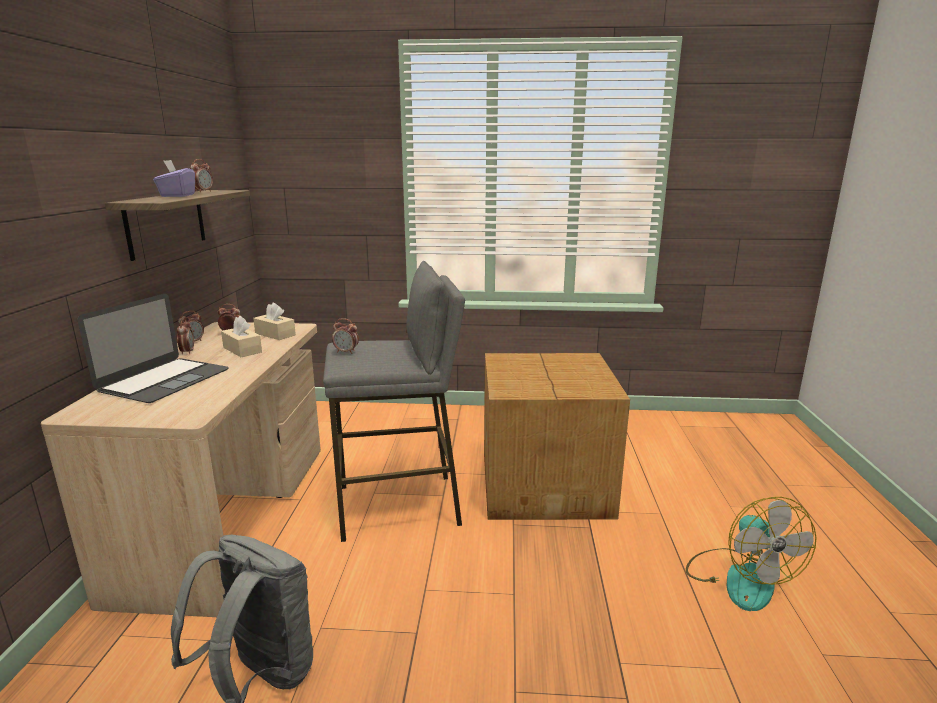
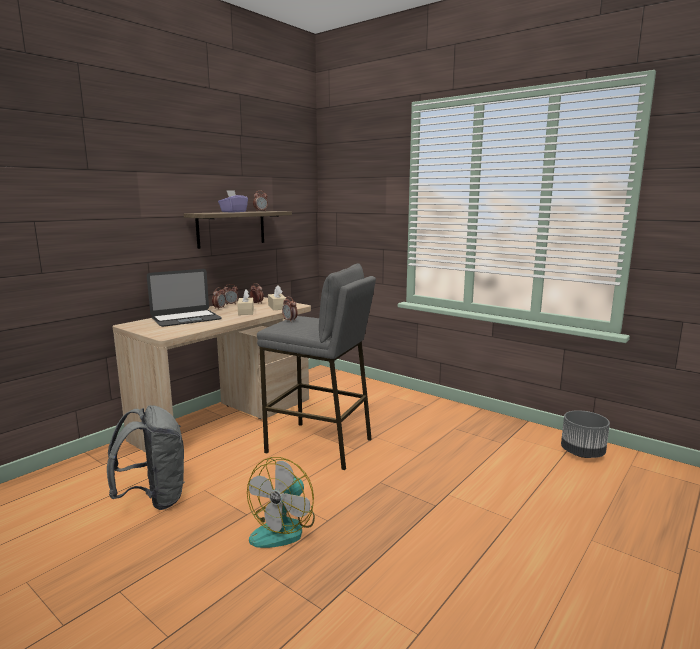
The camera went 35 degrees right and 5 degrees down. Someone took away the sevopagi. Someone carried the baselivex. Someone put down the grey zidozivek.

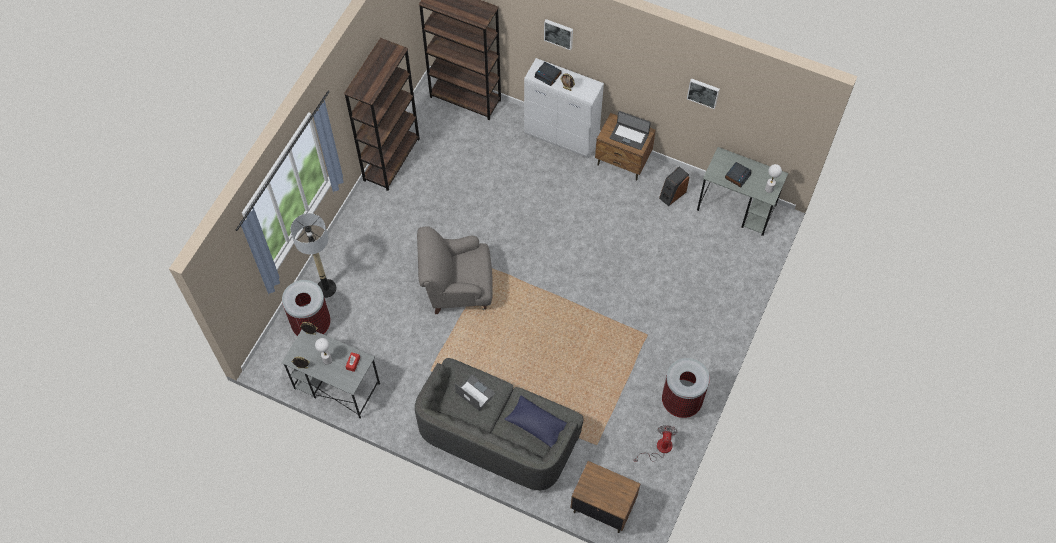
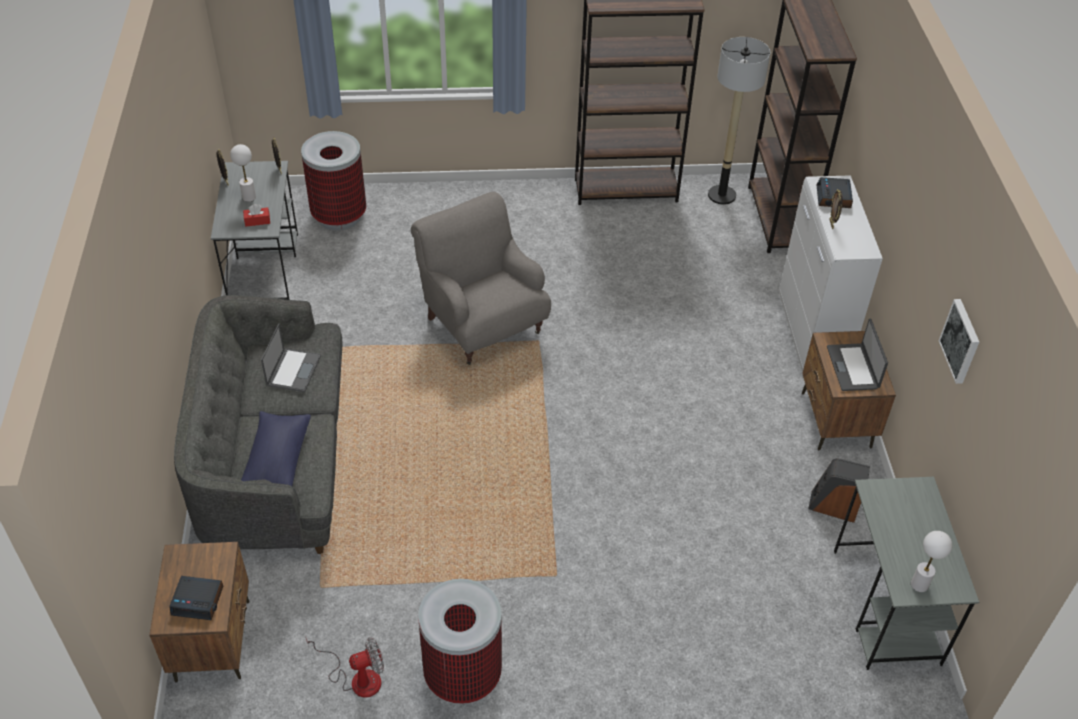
The camera went 60 degrees right and 15 degrees down. Someone took away the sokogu (no. 1 from left). Someone carried the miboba (no. 2 from left in the first image). Someone carried the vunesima.

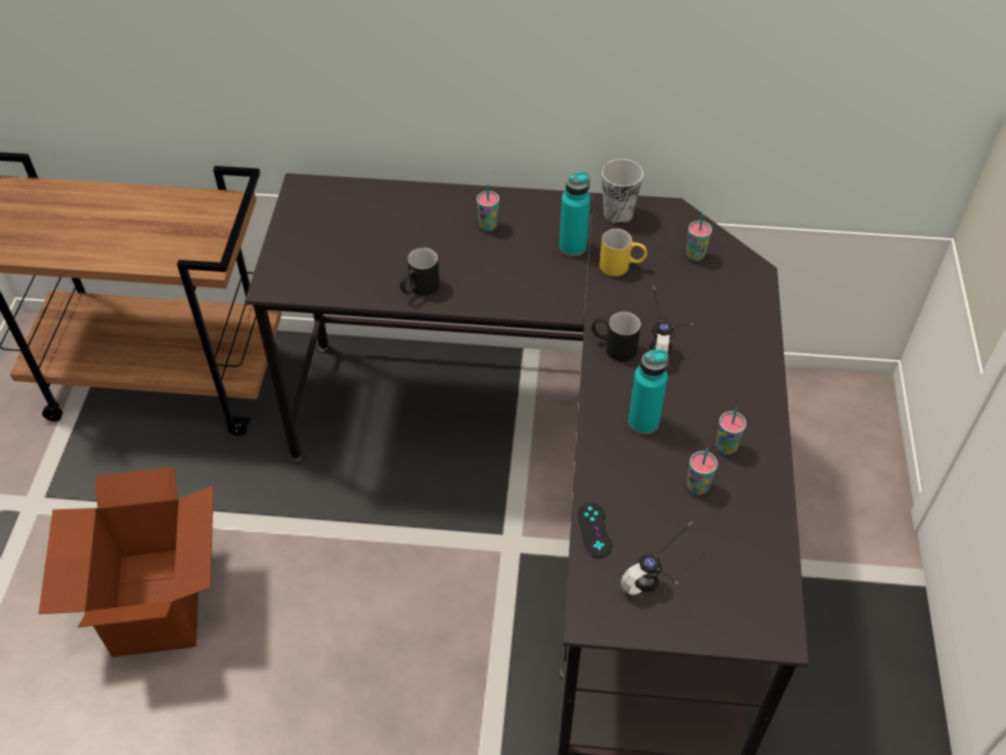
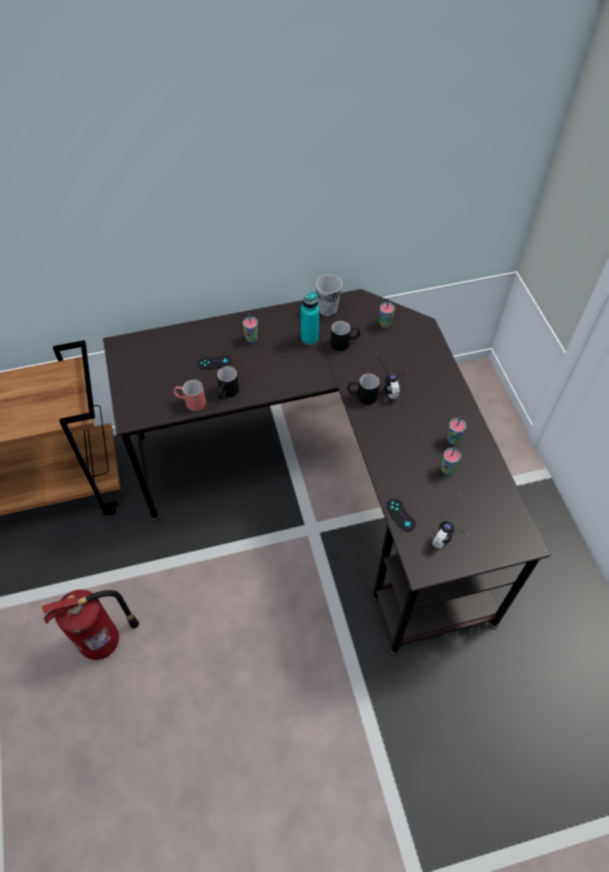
The camera went 20 degrees left and 5 degrees up. Someone repainted the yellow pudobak, which became the black pudobak (no. 2 from left). Someone took away the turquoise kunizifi (no. 2 from left). Someone swapped the sevopagi for the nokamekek. Someone put down the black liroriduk (no. 1 from left). Someone put down the red pudobak.

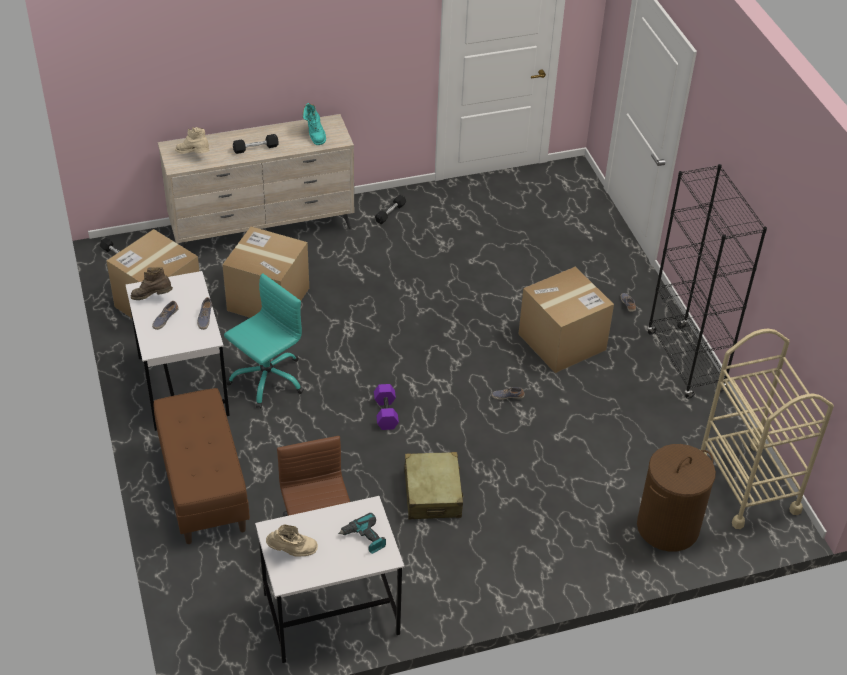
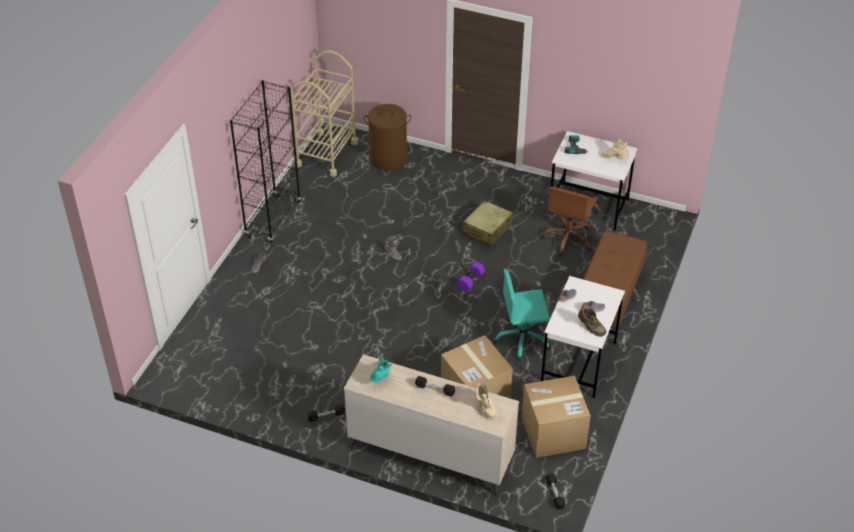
The camera went 140 degrees left and 0 degrees up. Someone took away the sevopagi (no. 3 from left).

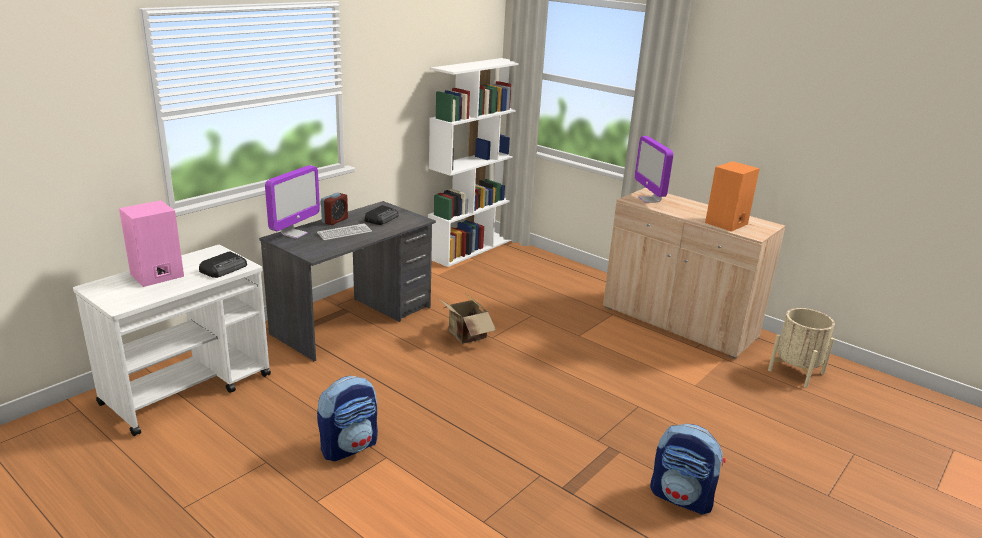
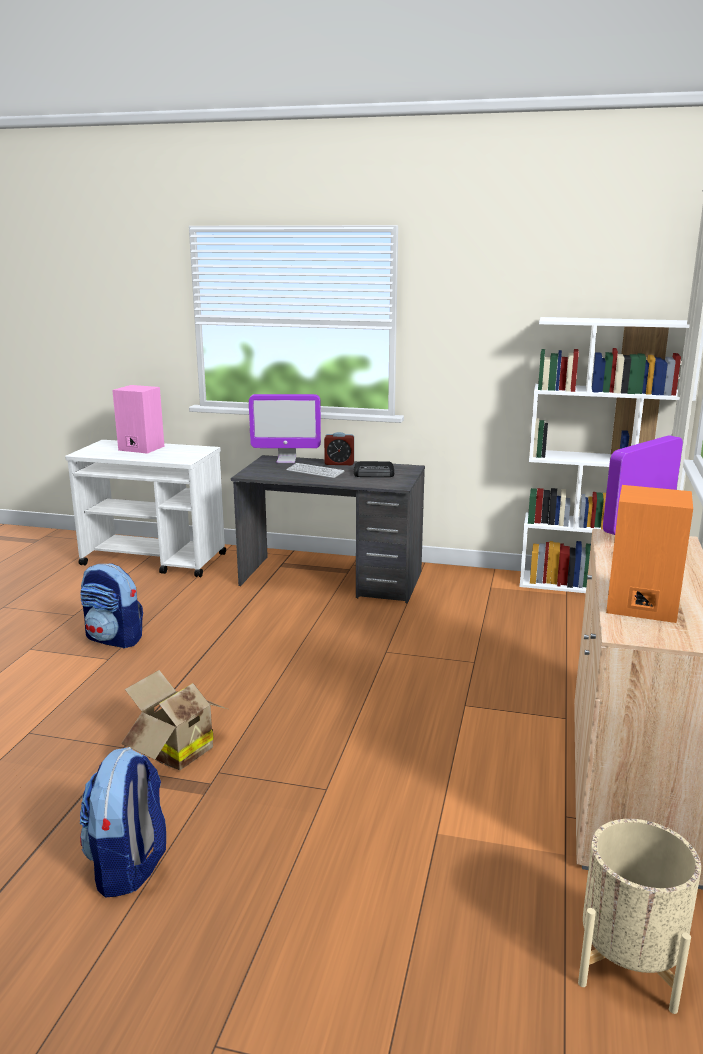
The camera went 65 degrees right and 5 degrees down. Someone took away the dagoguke (no. 1 from left). Someone carried the sevopagi.

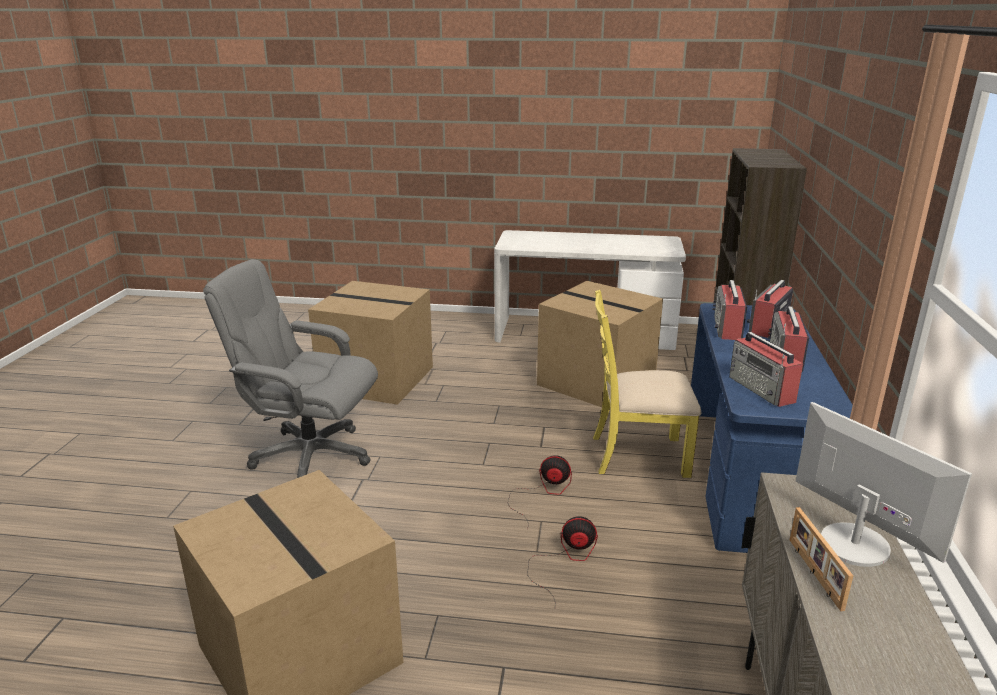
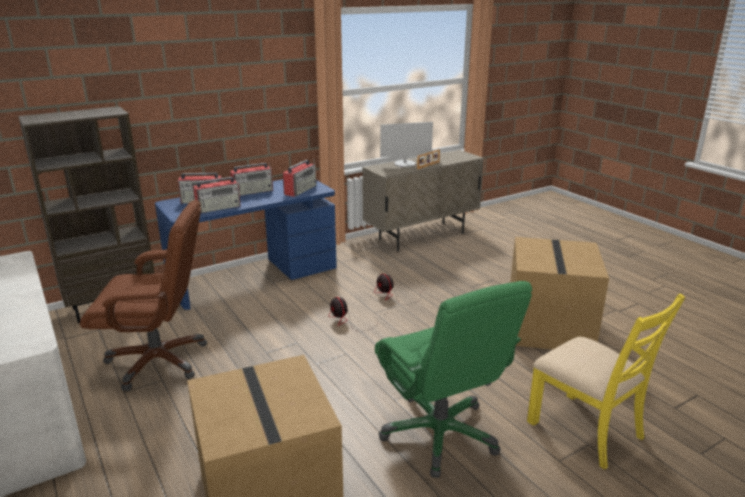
The camera went 130 degrees left and 0 degrees up. Someone repainted the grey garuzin, which became the green garuzin. Someone swapped the sevopagi (no. 3 from left) for the brown garuzin. Someone carried the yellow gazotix. Someone rotated the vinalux by 120 degrees counterclockwise.

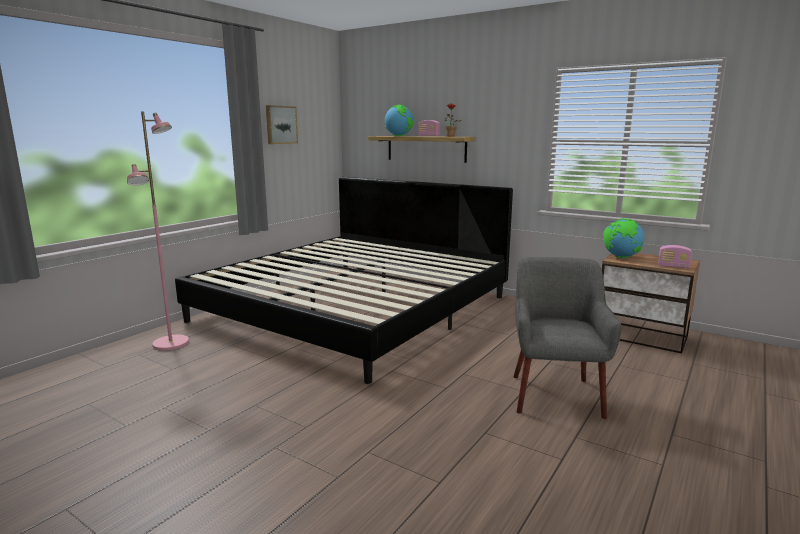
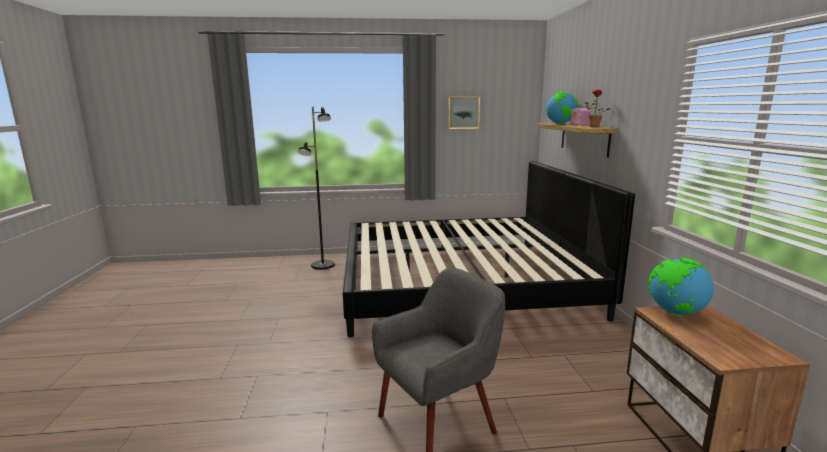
The camera went 50 degrees right and 0 degrees up. Someone repainted the pink vunesima, which became the black vunesima. Someone took away the dagoguke (no. 2 from left).

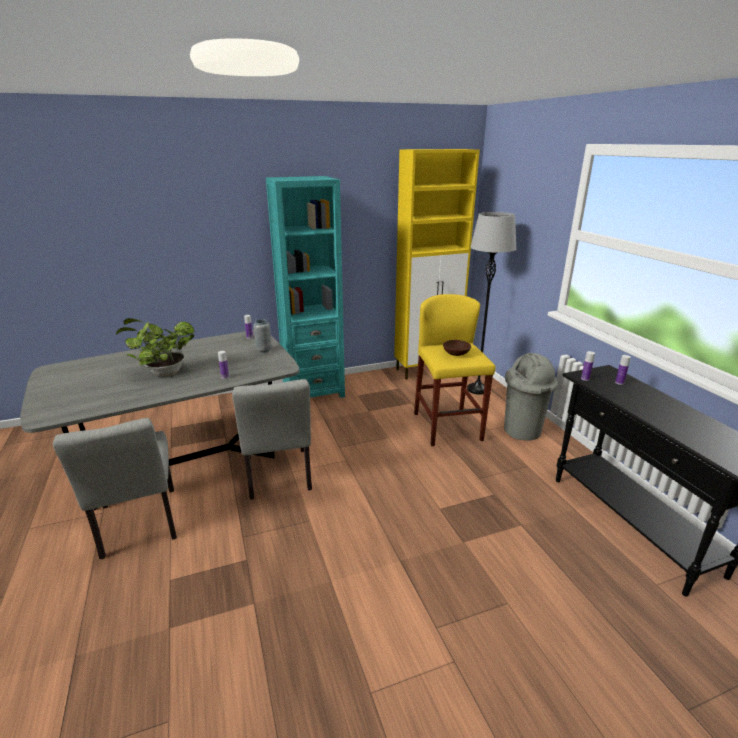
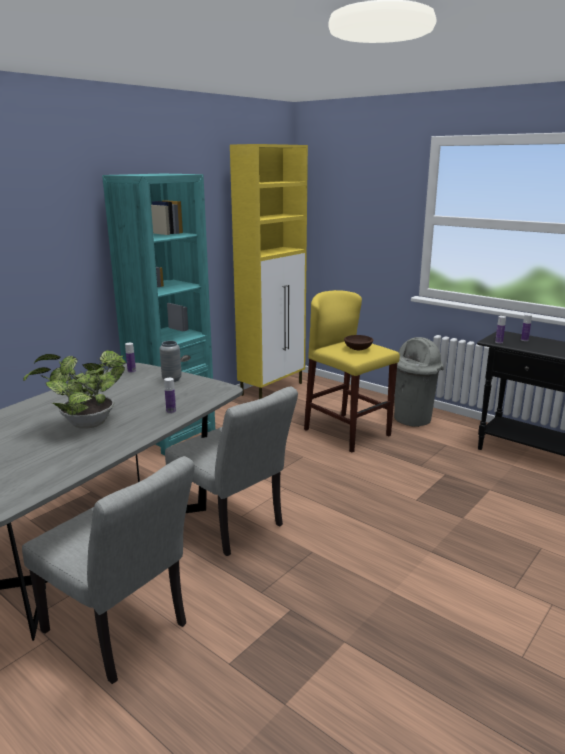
The camera went 30 degrees left and 5 degrees down. Someone took away the grey vunesima.

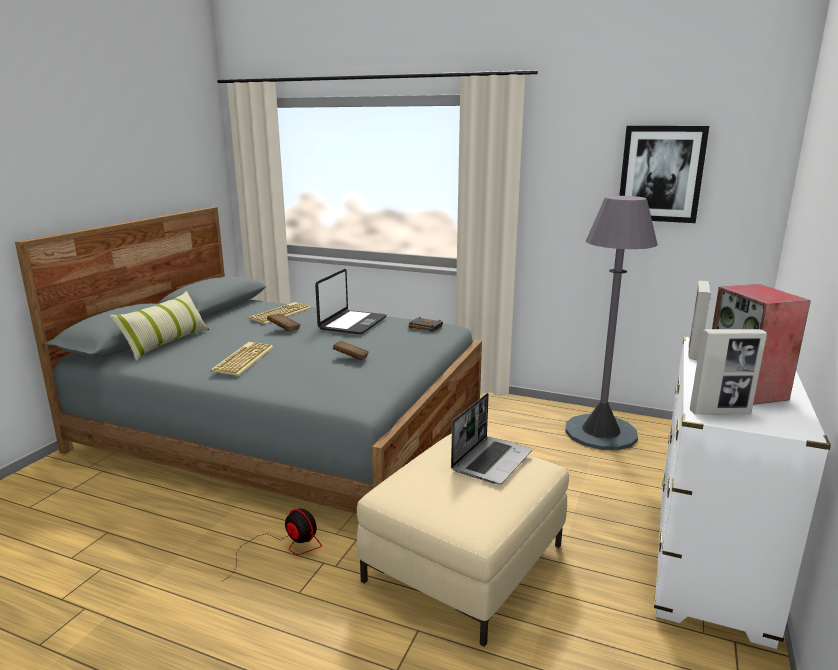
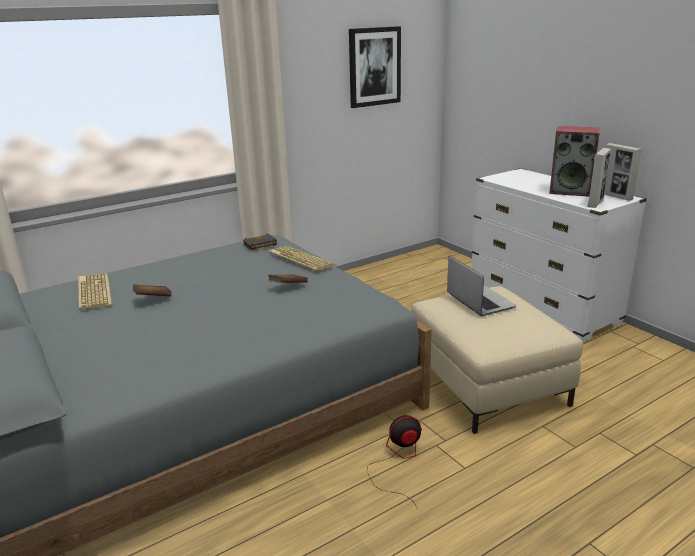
The camera went 55 degrees left and 5 degrees up. Someone took away the grey vunesima. Someone took away the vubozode (no. 1 from left). Someone carried the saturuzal (no. 1 from left in the first image). Someone took away the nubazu. Someone carried the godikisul (no. 1 from left in the first image).

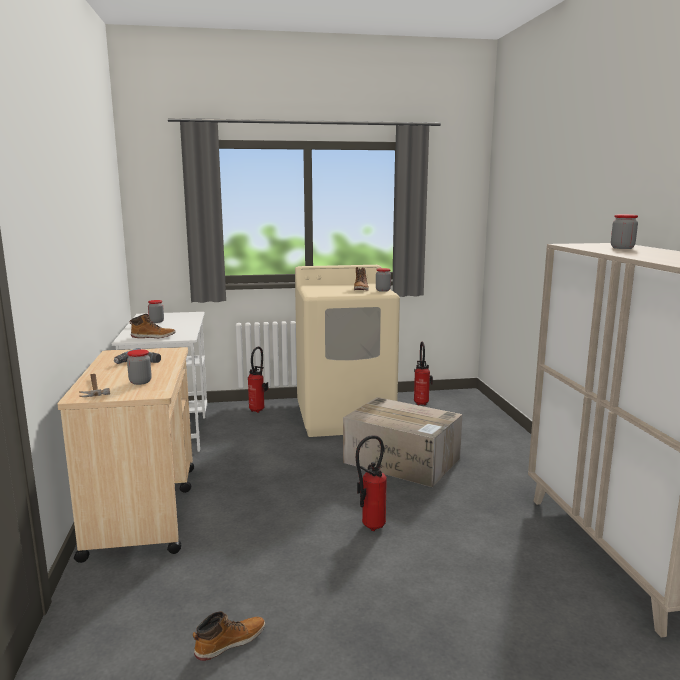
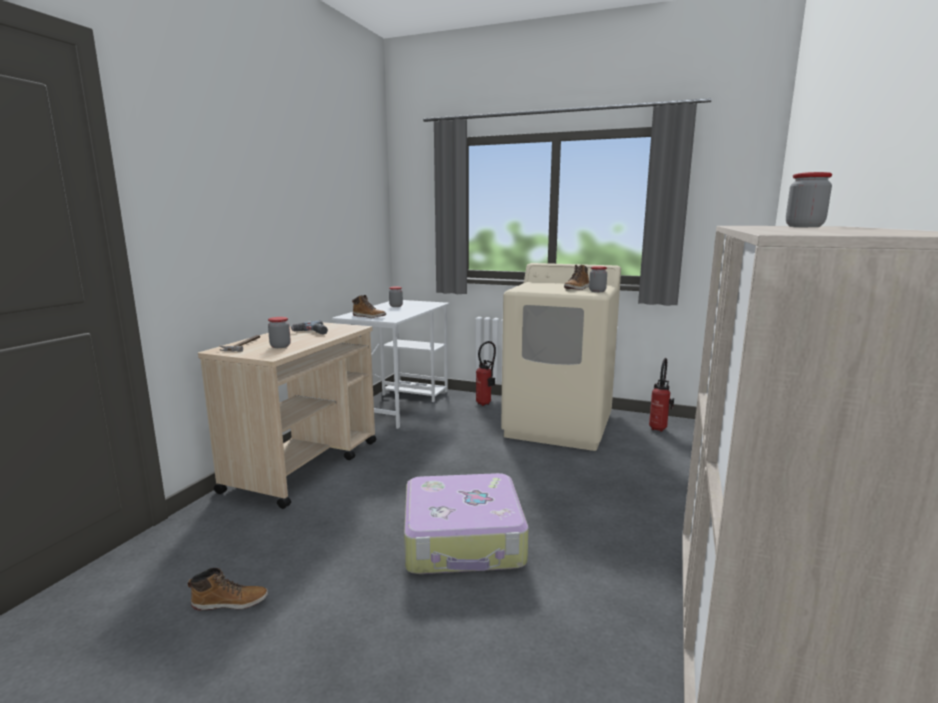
The camera went 30 degrees right and 0 degrees up. Someone took away the sevopagi. Someone swapped the nokamekek (no. 2 from left) for the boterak.

